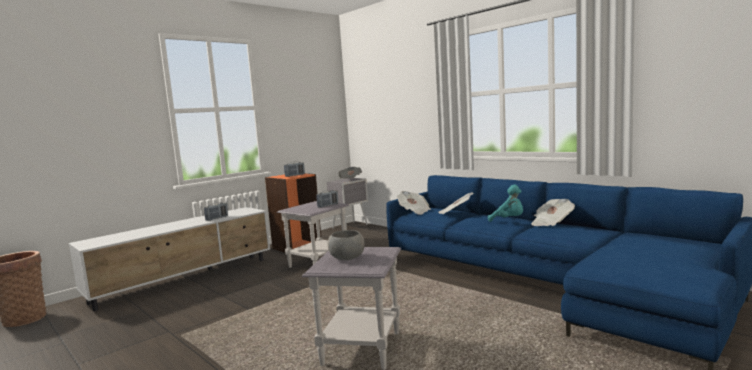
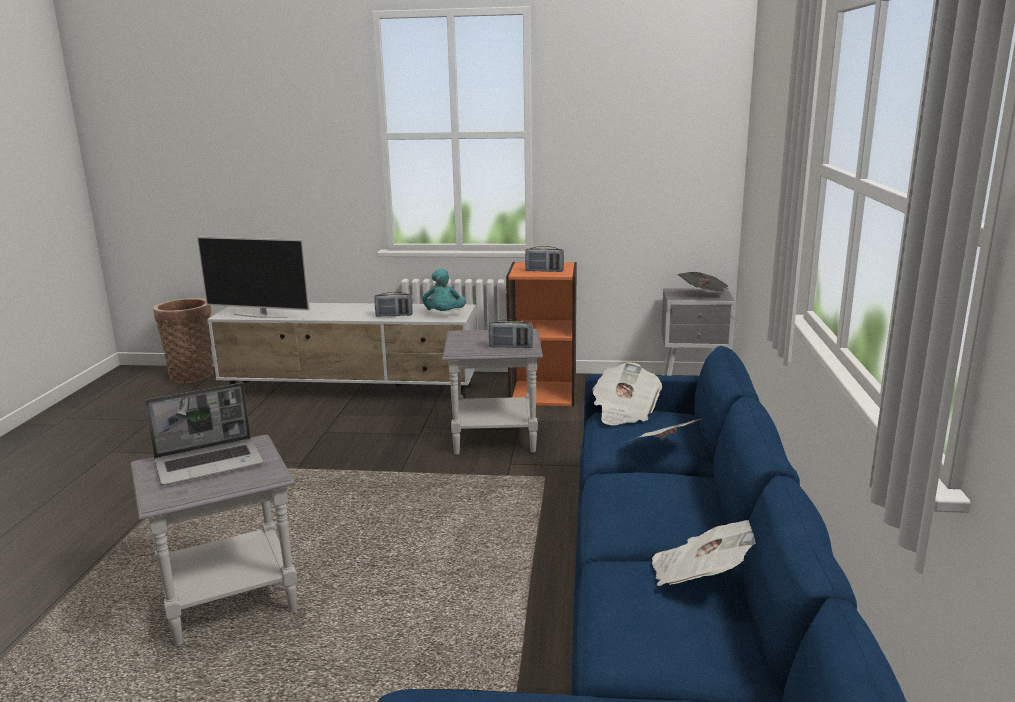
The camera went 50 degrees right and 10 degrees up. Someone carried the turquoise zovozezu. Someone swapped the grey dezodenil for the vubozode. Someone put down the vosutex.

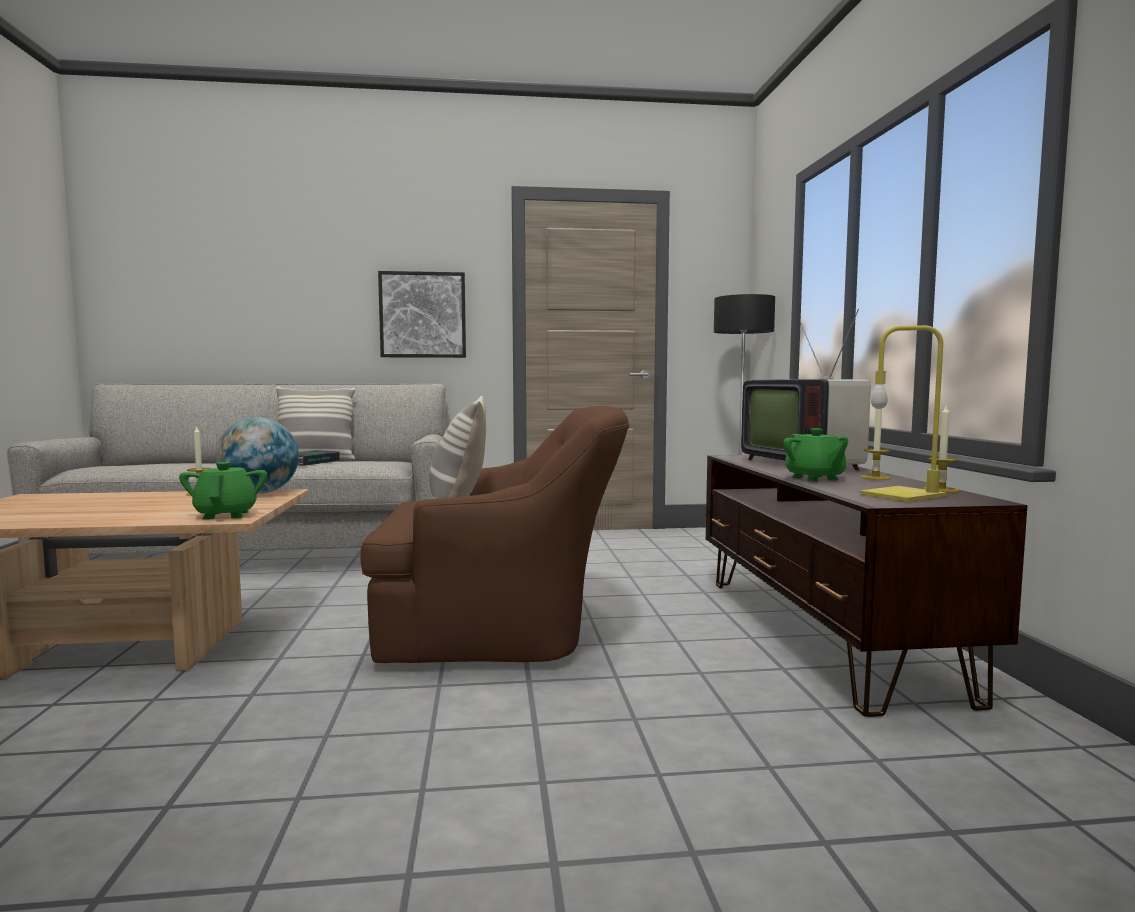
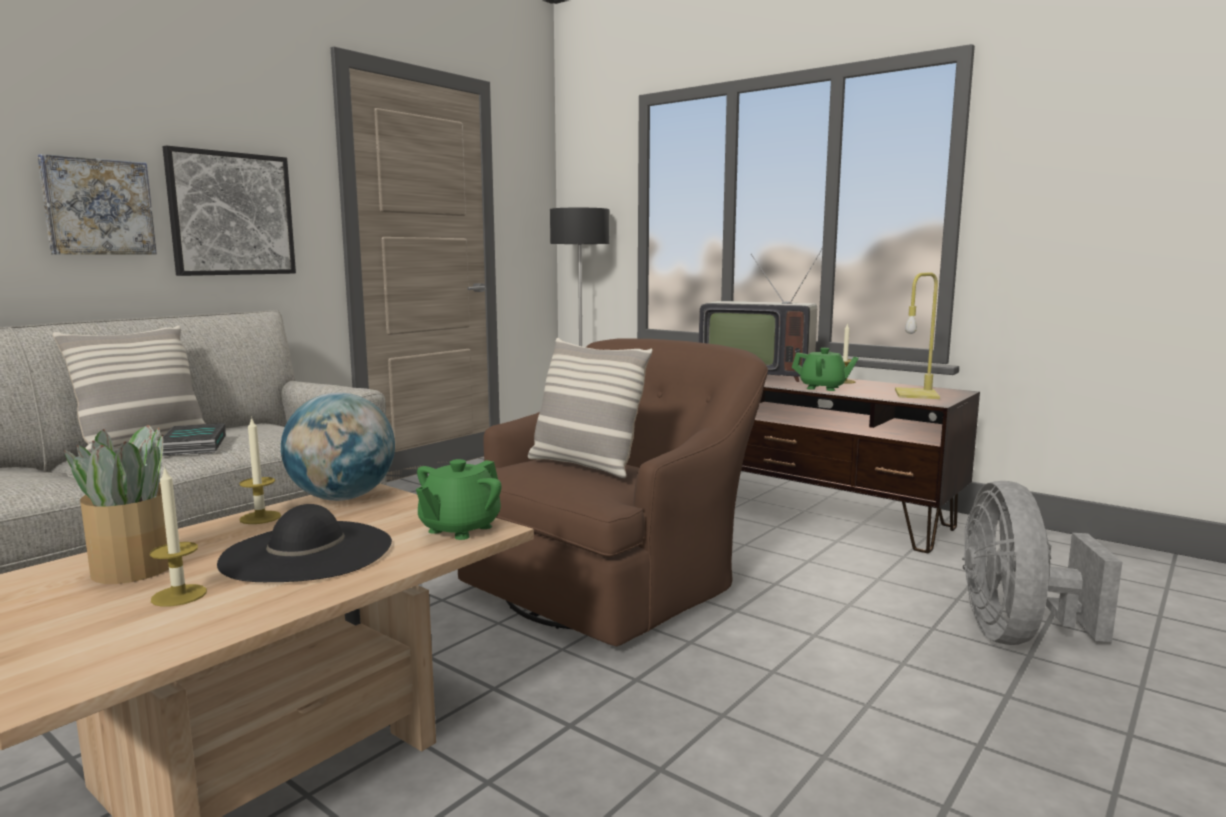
The camera went 45 degrees left and 5 degrees up. Someone carried the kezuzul (no. 3 from left in the first image). Someone rotated the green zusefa (no. 1 from left) by 90 degrees counterclockwise. Someone put up the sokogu (no. 1 from left). Someone put down the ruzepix. Someone put down the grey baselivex. Someone put down the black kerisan.

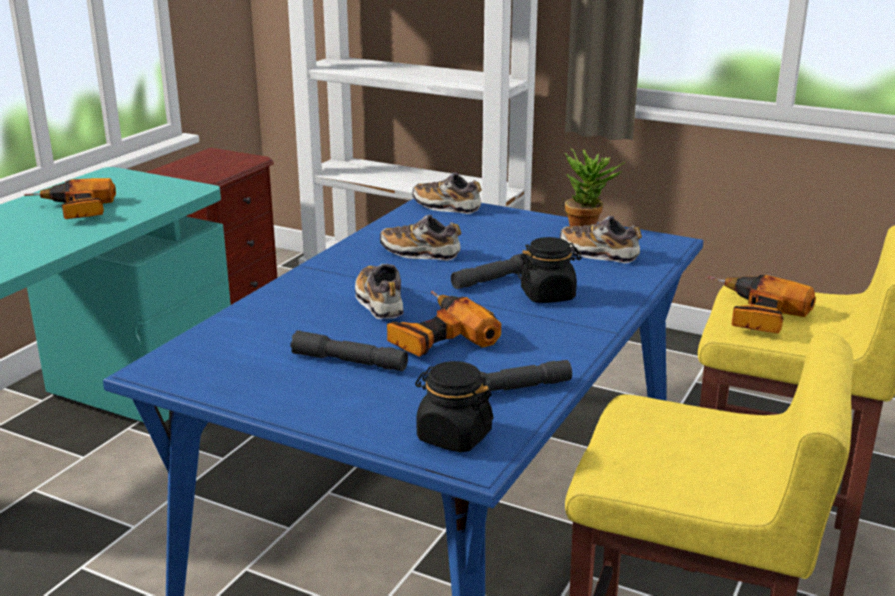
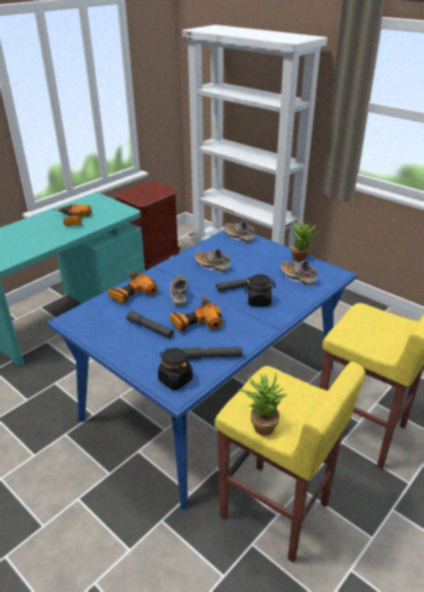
The camera went 15 degrees right and 10 degrees up. Someone carried the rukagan (no. 3 from left in the first image). Someone put down the ruzepix (no. 1 from left).

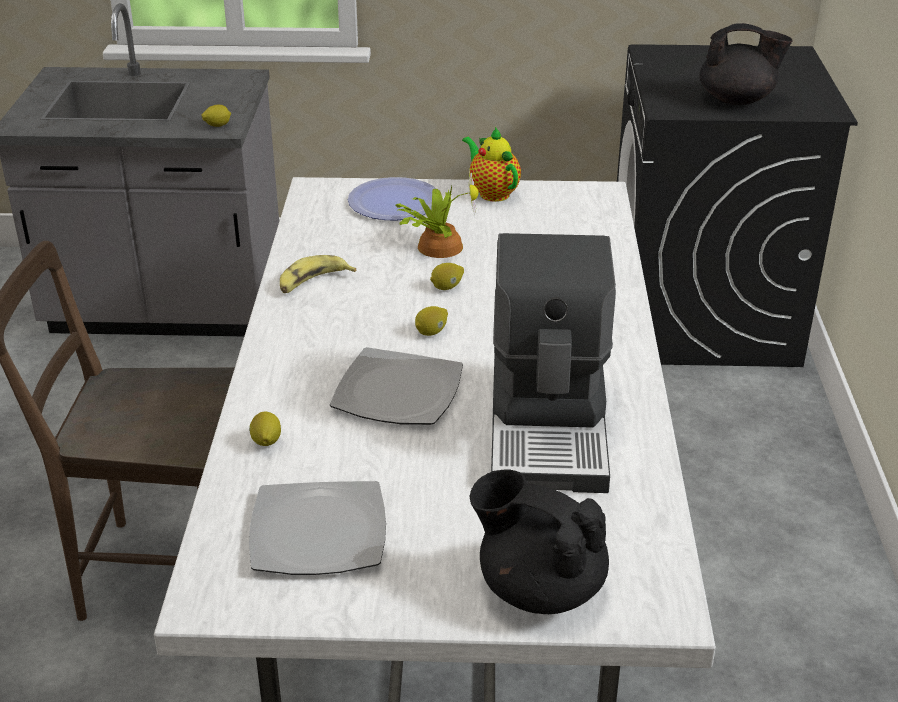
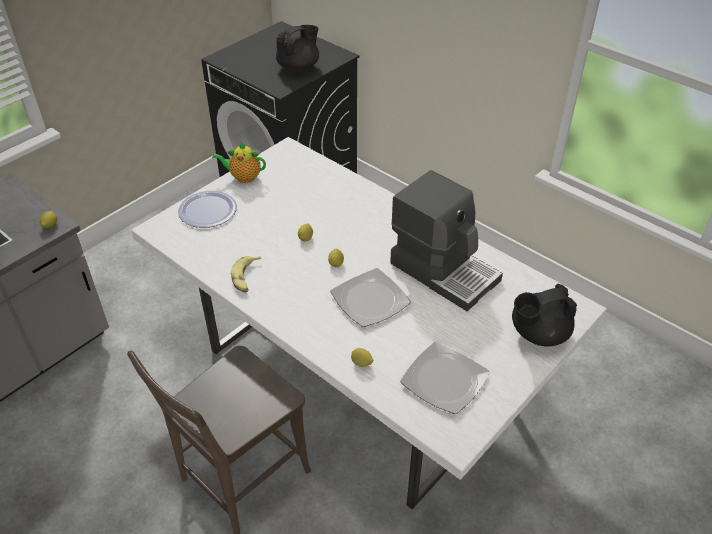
The camera went 50 degrees left and 10 degrees up. Someone took away the ruzepix.

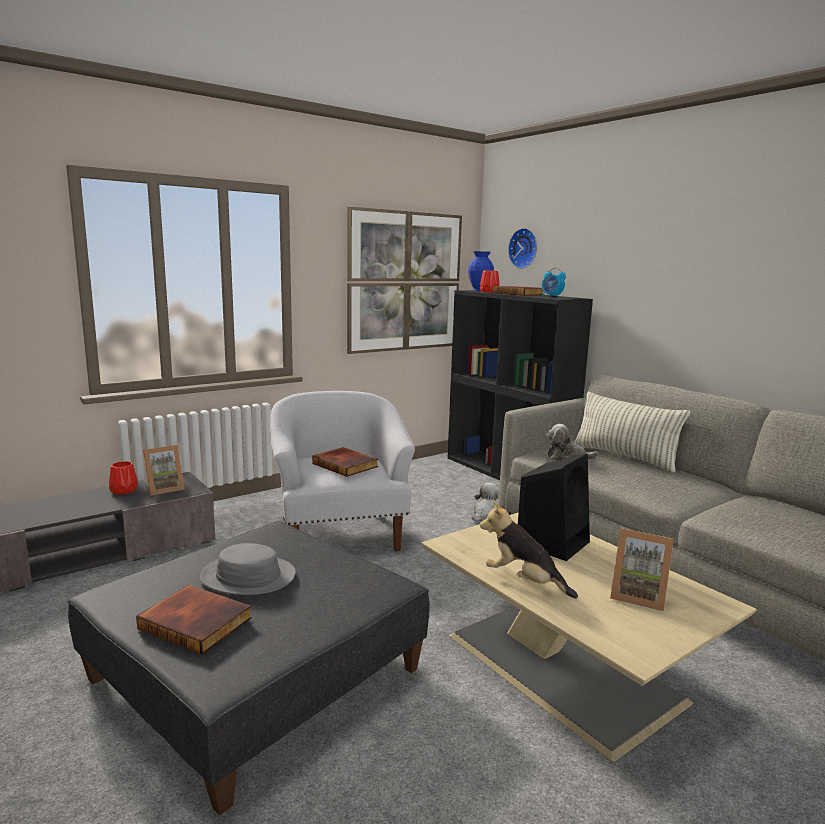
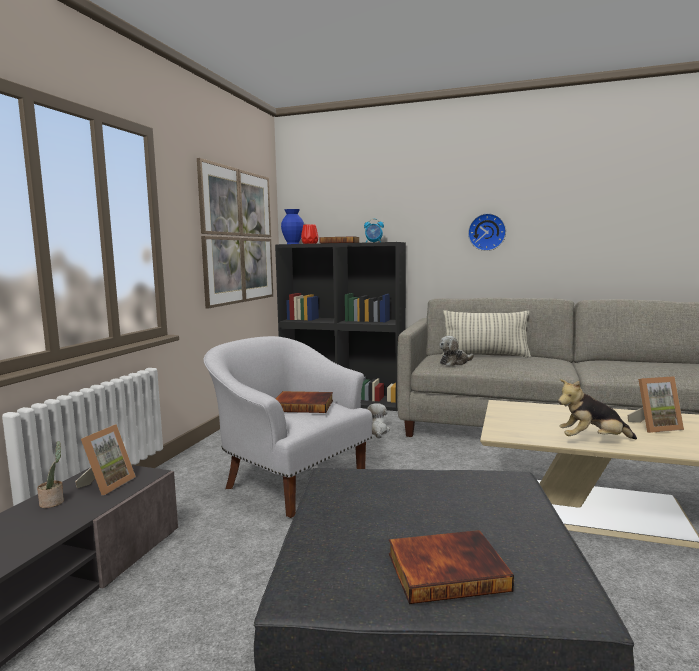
The camera went 35 degrees left and 5 degrees down. Someone carried the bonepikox. Someone took away the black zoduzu. Someone swapped the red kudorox (no. 1 from left) for the ruzepix. Someone took away the grey kerisan.

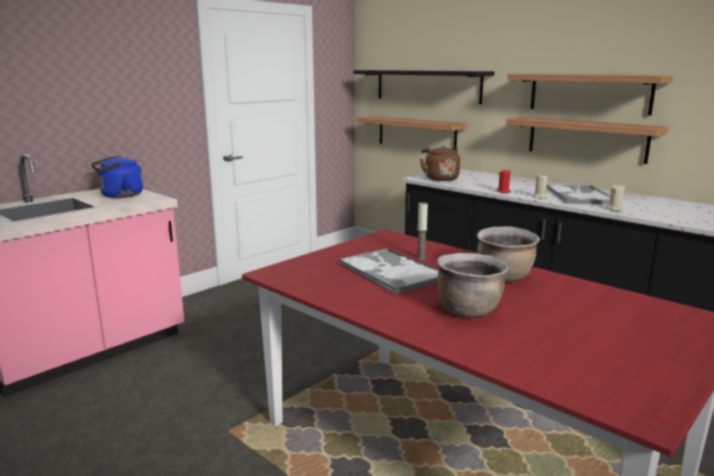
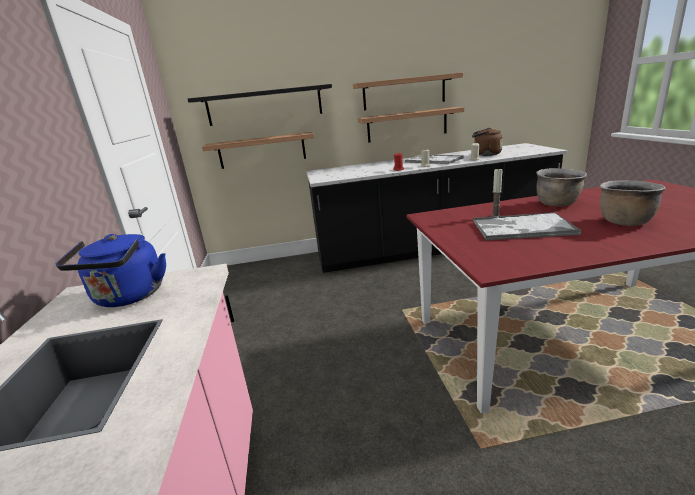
The camera went 50 degrees left and 5 degrees up. Someone carried the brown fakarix.

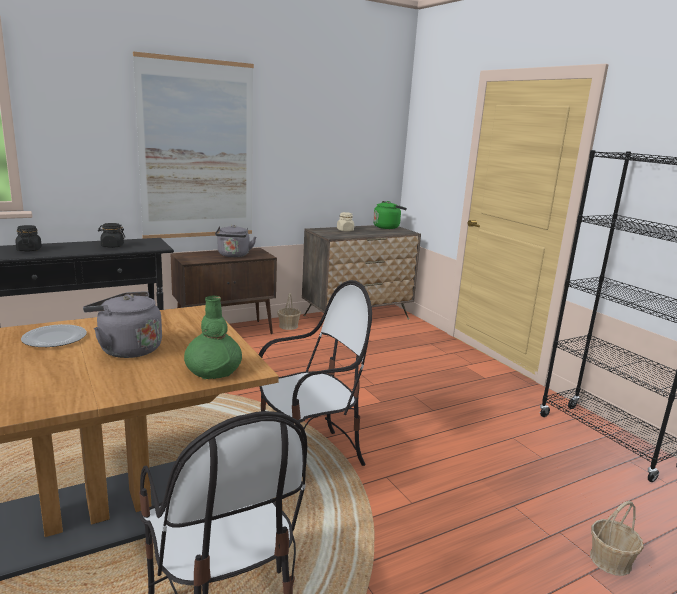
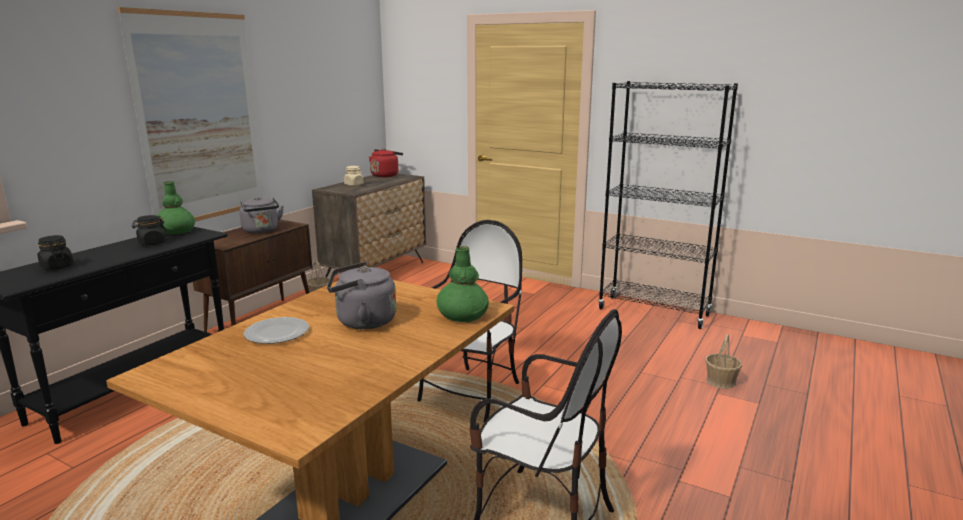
The camera went 30 degrees left and 0 degrees up. Someone repainted the green fakarix, which became the red fakarix. Someone put down the green kudorox (no. 1 from left).

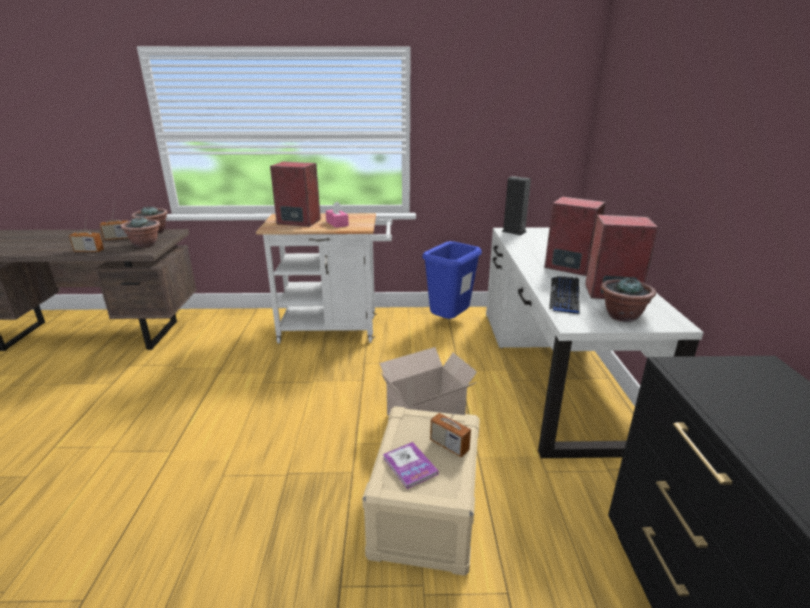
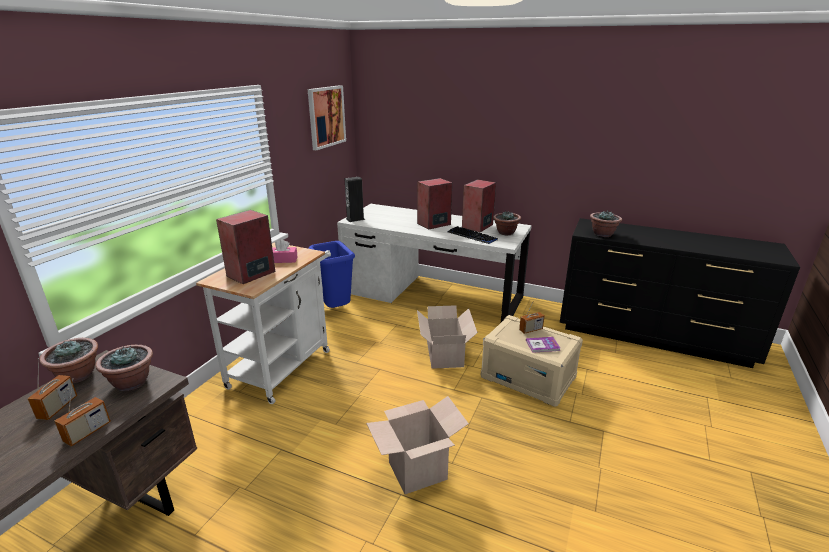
The camera went 65 degrees left and 0 degrees up. Someone put up the sokogu. Someone put down the ruzepix (no. 4 from left). Someone put down the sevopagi (no. 1 from left).

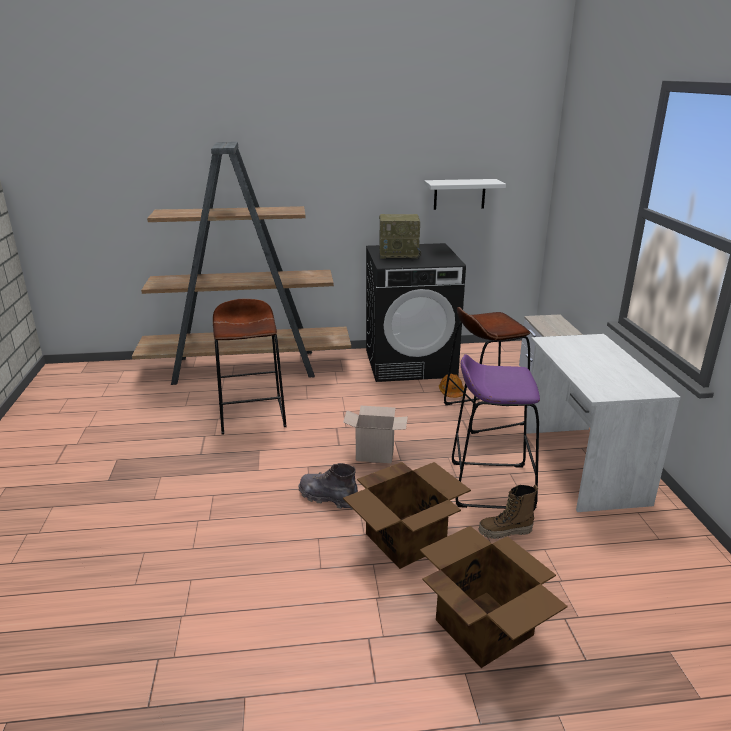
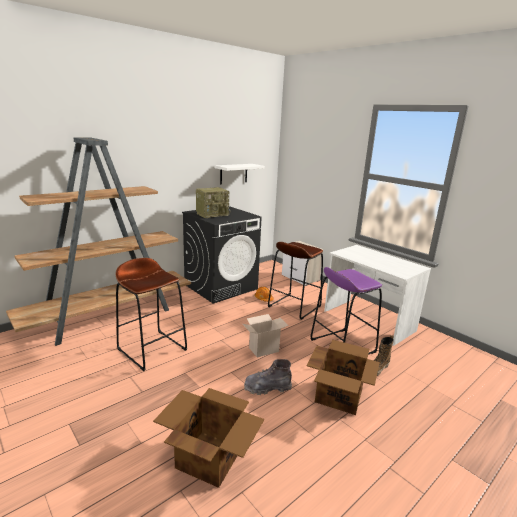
The camera went 35 degrees left and 5 degrees down. Someone carried the sevopagi (no. 3 from left in the first image).

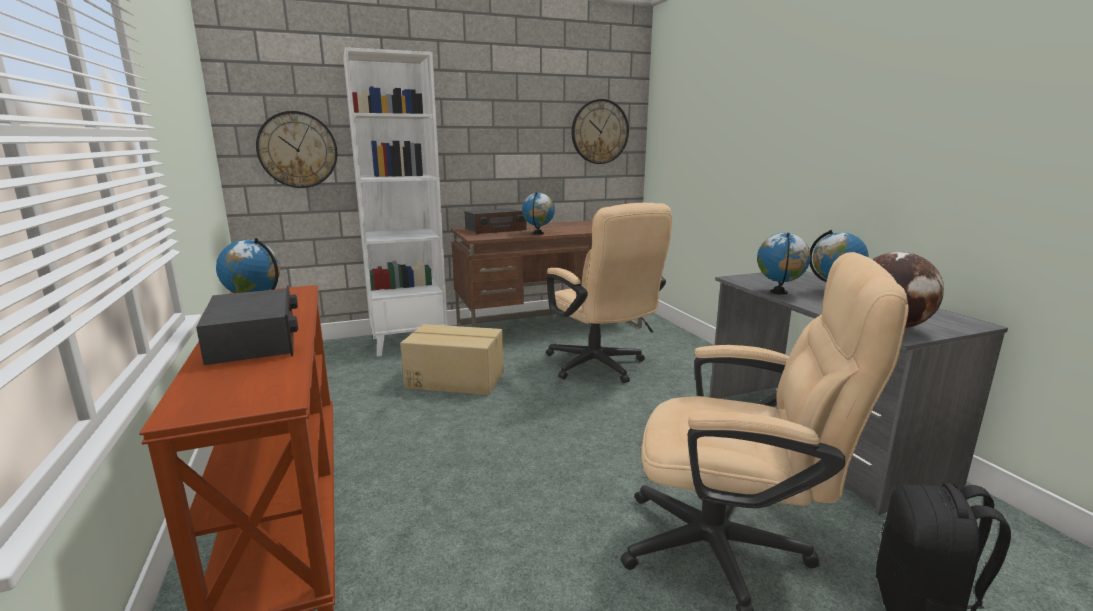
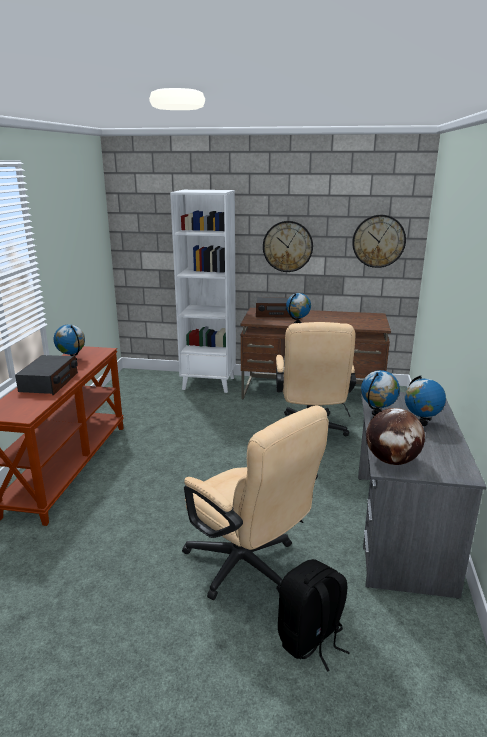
The camera went 30 degrees right and 5 degrees up. Someone carried the bonepikox (no. 1 from left). Someone took away the sevopagi.

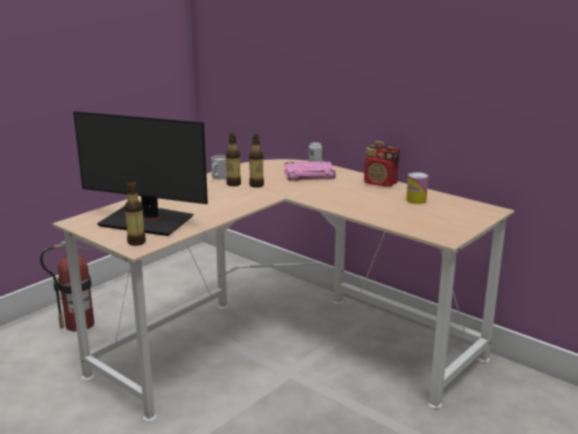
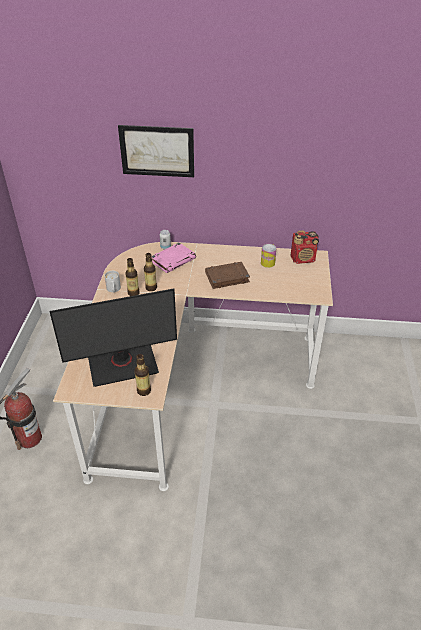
The camera went 35 degrees left and 20 degrees up. Someone carried the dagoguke. Someone put up the sokogu. Someone put down the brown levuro.

